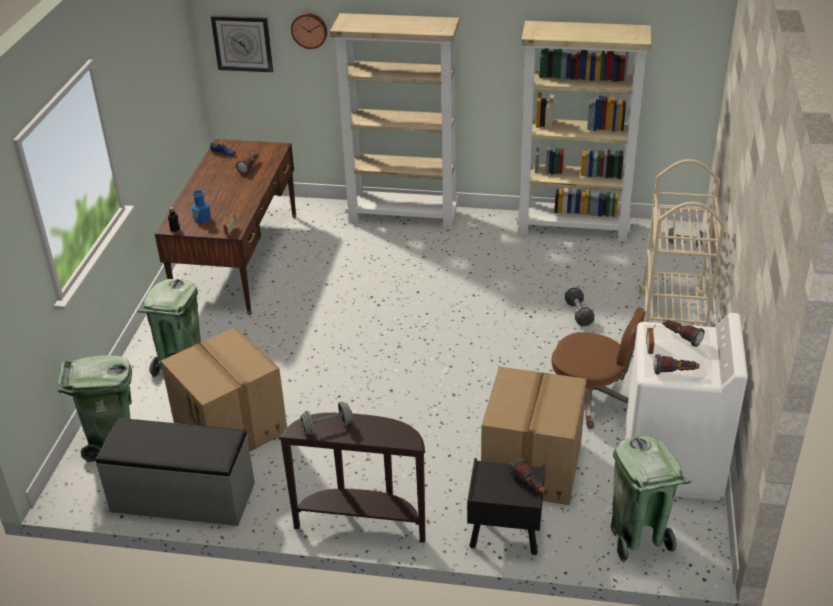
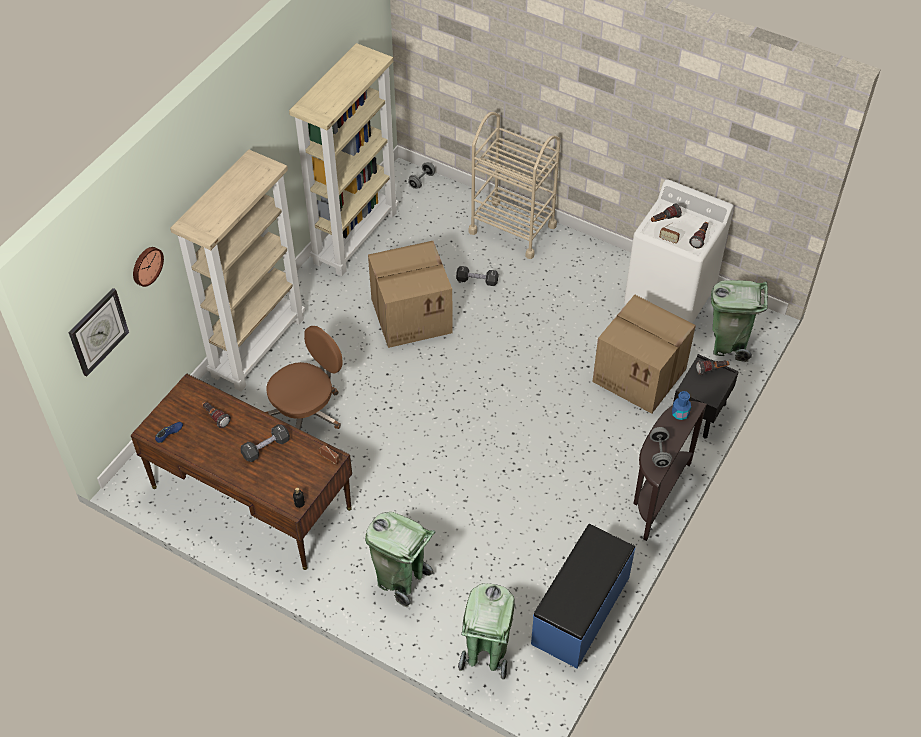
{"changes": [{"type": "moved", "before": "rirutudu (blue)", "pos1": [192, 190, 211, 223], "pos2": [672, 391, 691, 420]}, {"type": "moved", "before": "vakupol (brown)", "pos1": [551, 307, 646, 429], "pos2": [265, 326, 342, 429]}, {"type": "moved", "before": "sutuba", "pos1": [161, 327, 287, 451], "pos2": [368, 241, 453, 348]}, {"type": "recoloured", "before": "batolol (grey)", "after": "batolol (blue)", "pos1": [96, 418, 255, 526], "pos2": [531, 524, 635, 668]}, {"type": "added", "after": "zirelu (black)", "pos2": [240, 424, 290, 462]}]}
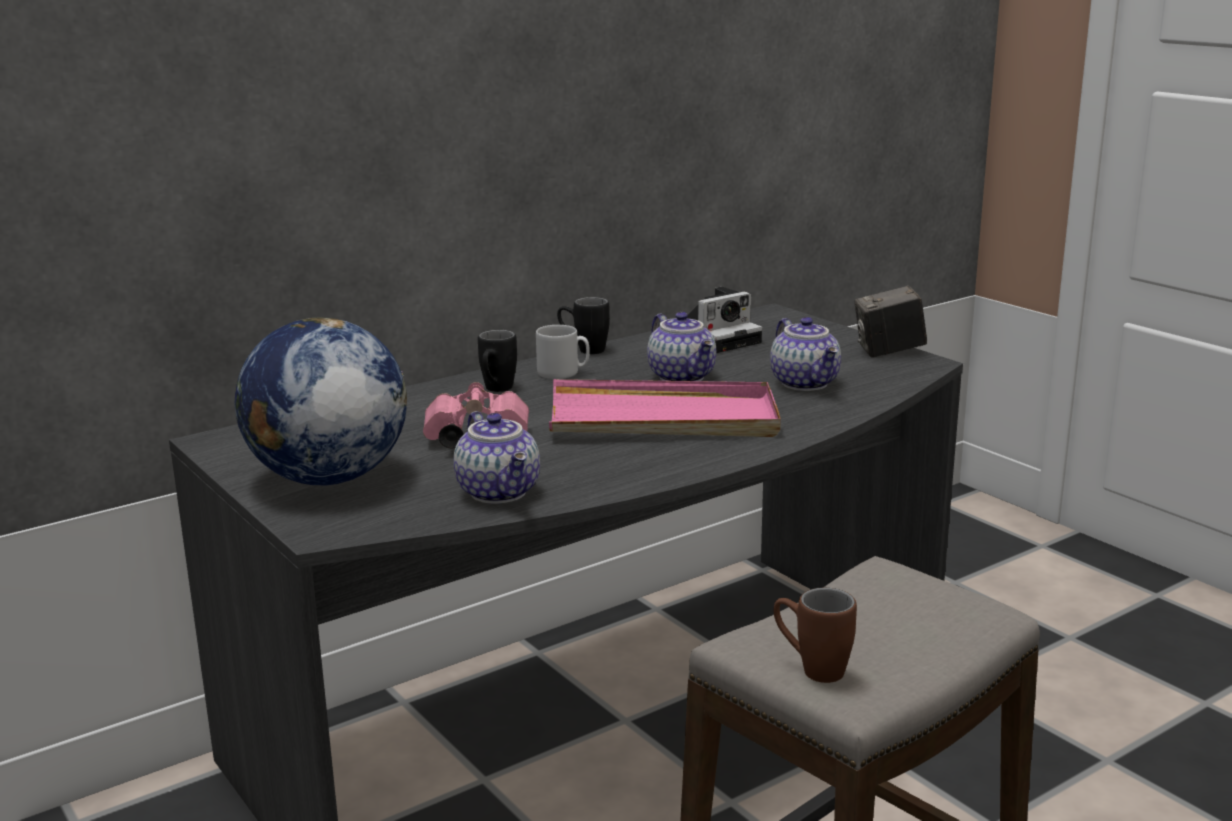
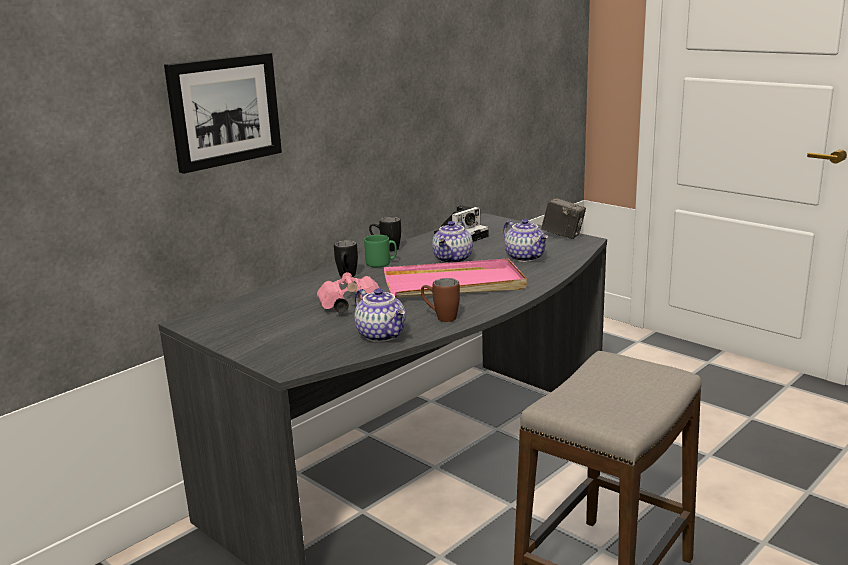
{"changes": [{"type": "turned", "before": "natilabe", "pos1": [854, 285, 927, 358], "pos2": [542, 198, 586, 239], "turn": -135}, {"type": "turned", "before": "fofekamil", "pos1": [647, 312, 716, 381], "pos2": [432, 221, 473, 263], "turn": 60}, {"type": "removed", "before": "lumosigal", "pos1": [235, 317, 407, 485]}, {"type": "recoloured", "before": "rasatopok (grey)", "after": "rasatopok (green)", "pos1": [536, 325, 590, 379], "pos2": [364, 235, 397, 267]}, {"type": "moved", "before": "rasatopok (brown)", "pos1": [774, 588, 857, 683], "pos2": [421, 278, 460, 322]}, {"type": "added", "after": "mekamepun", "pos2": [164, 53, 282, 174]}]}
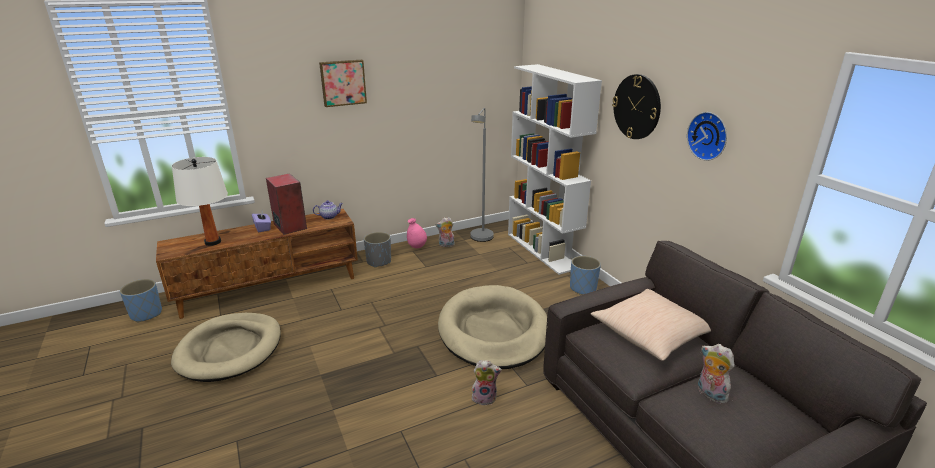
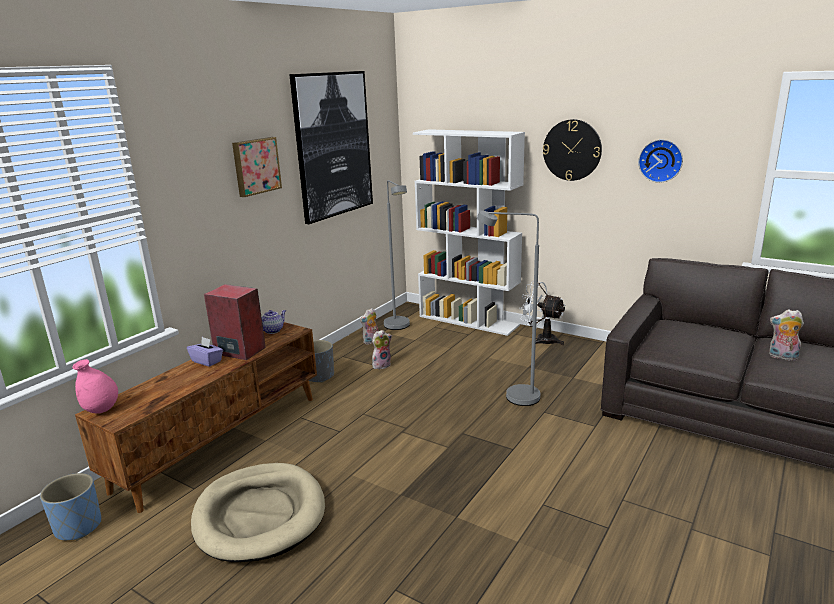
{"changes": [{"type": "removed", "before": "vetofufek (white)", "pos1": [172, 157, 228, 246]}, {"type": "moved", "before": "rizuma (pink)", "pos1": [407, 218, 427, 248], "pos2": [72, 359, 118, 413]}, {"type": "replaced", "before": "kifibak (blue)", "after": "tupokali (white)", "pos1": [570, 256, 601, 295], "pos2": [520, 281, 566, 345]}, {"type": "replaced", "before": "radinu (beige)", "after": "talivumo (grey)", "pos1": [438, 285, 548, 369], "pos2": [477, 210, 540, 406]}, {"type": "removed", "before": "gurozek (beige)", "pos1": [591, 289, 711, 361]}, {"type": "moved", "before": "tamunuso", "pos1": [472, 360, 502, 406], "pos2": [372, 330, 392, 369]}, {"type": "added", "after": "mekamepun", "pos2": [289, 71, 373, 224]}]}
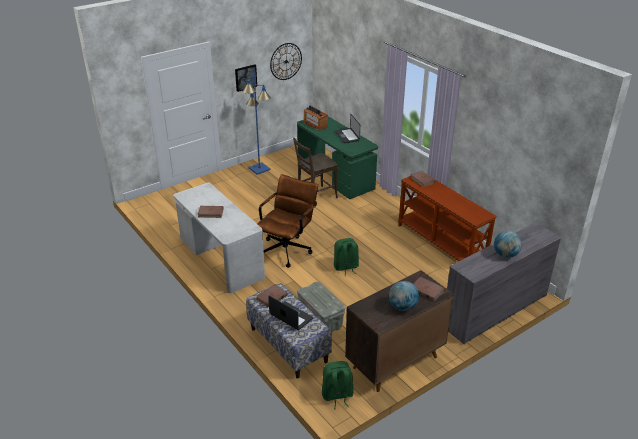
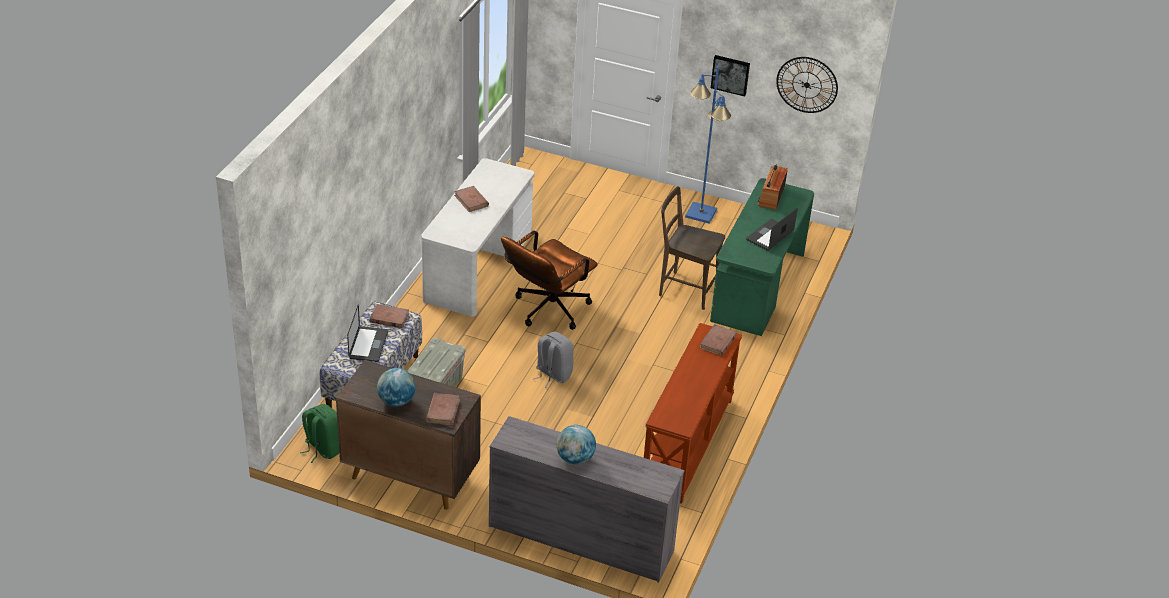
{"changes": [{"type": "turned", "before": "vakupol (brown)", "pos1": [257, 174, 318, 268], "pos2": [501, 231, 598, 330], "turn": 135}, {"type": "recoloured", "before": "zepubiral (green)", "after": "zepubiral (grey)", "pos1": [334, 238, 359, 276], "pos2": [533, 332, 574, 387]}]}
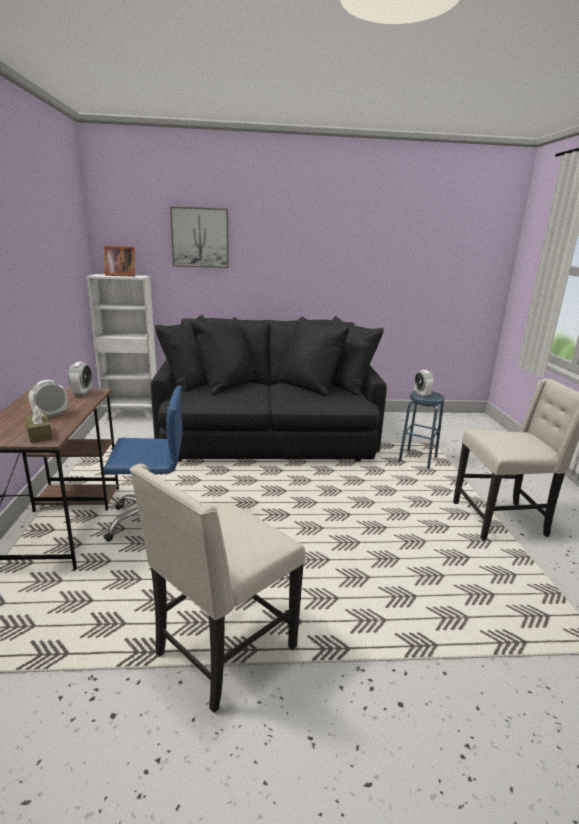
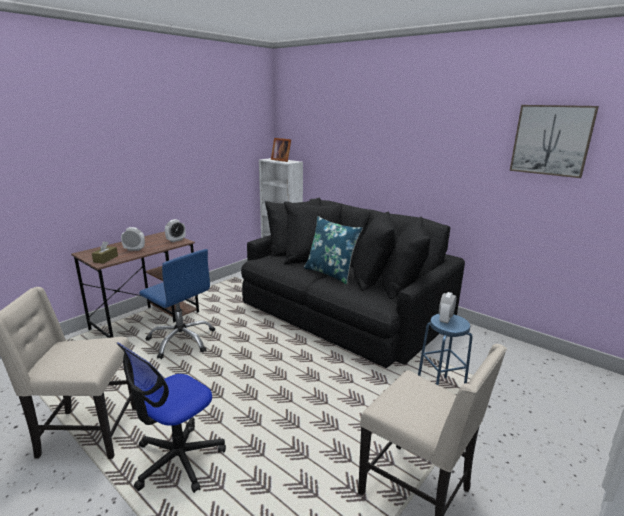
{"changes": [{"type": "moved", "before": "mekamepun", "pos1": [170, 206, 229, 268], "pos2": [510, 105, 599, 178]}, {"type": "added", "after": "gurozek (blue)", "pos2": [304, 216, 363, 284]}, {"type": "added", "after": "vakupol", "pos2": [117, 342, 226, 493]}]}
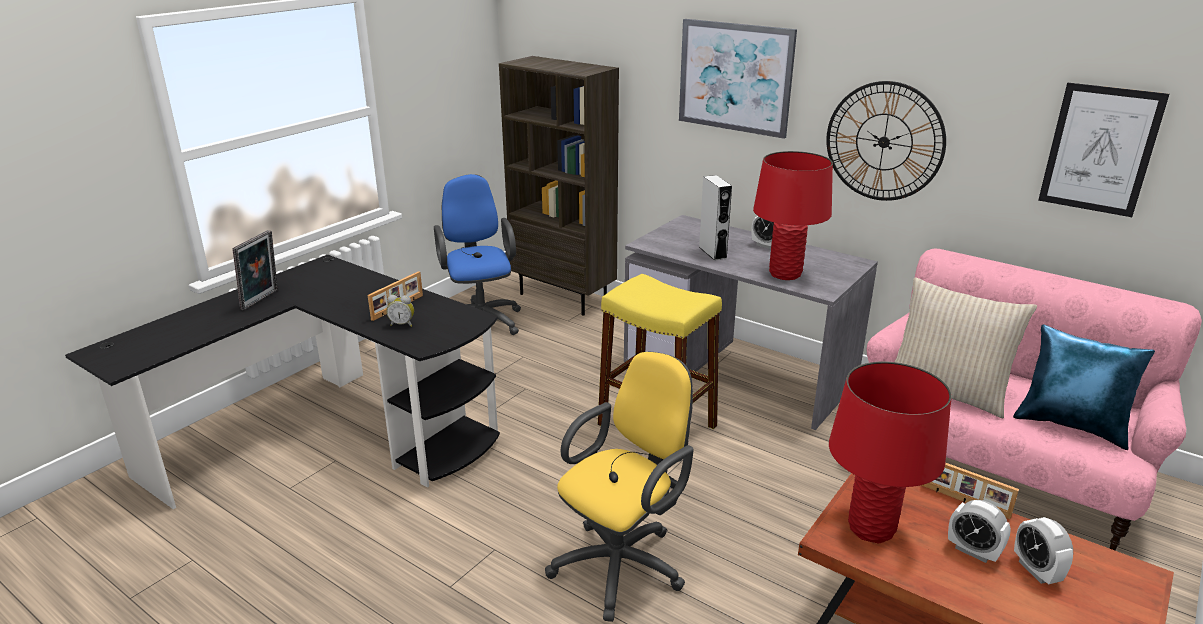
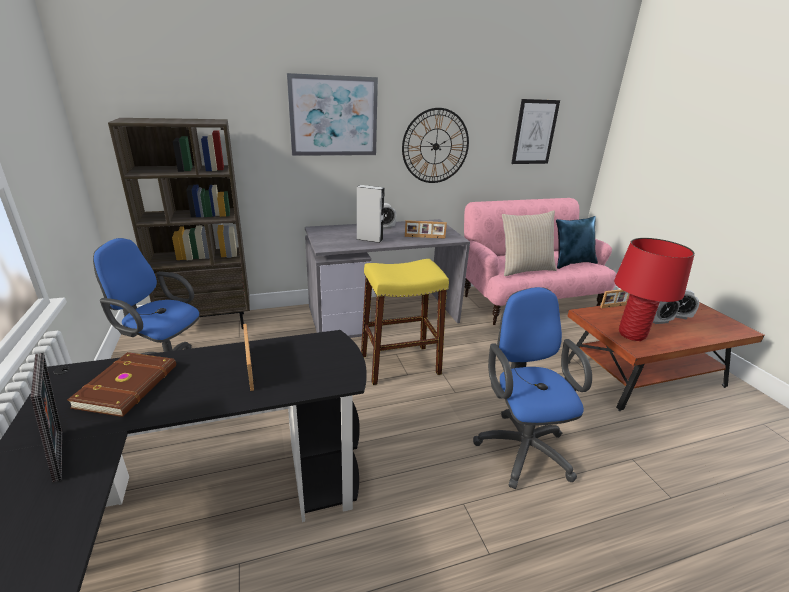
{"changes": [{"type": "replaced", "before": "vetofufek (red)", "after": "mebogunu", "pos1": [753, 151, 833, 280], "pos2": [405, 220, 447, 239]}, {"type": "removed", "before": "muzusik", "pos1": [386, 295, 414, 327]}, {"type": "recoloured", "before": "vakupol (yellow)", "after": "vakupol (blue)", "pos1": [545, 352, 694, 622], "pos2": [473, 287, 592, 489]}, {"type": "added", "after": "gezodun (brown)", "pos2": [67, 352, 176, 417]}]}
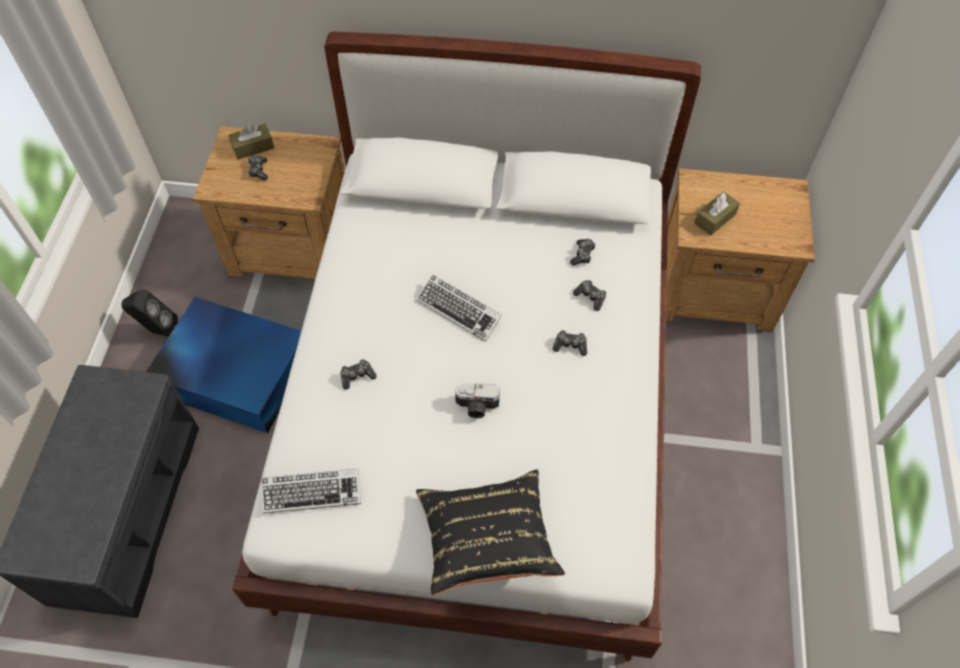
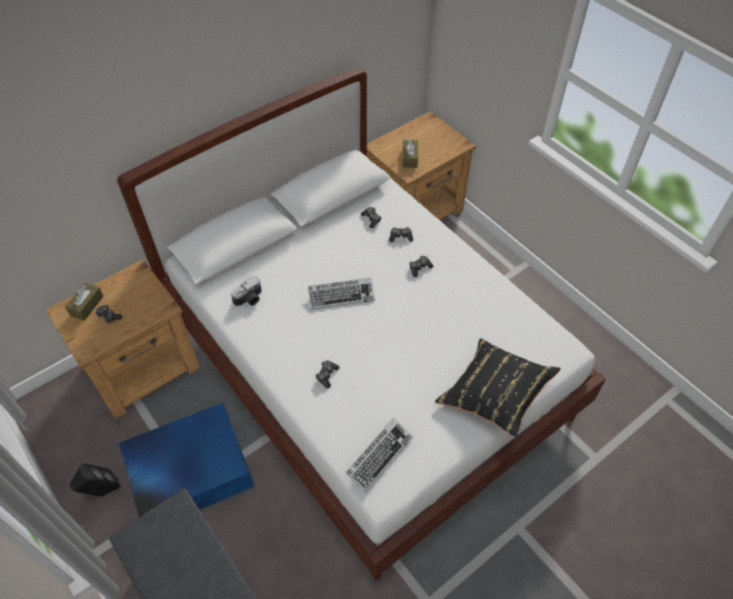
{"changes": [{"type": "moved", "before": "natilabe", "pos1": [455, 383, 500, 418], "pos2": [231, 276, 262, 306]}]}
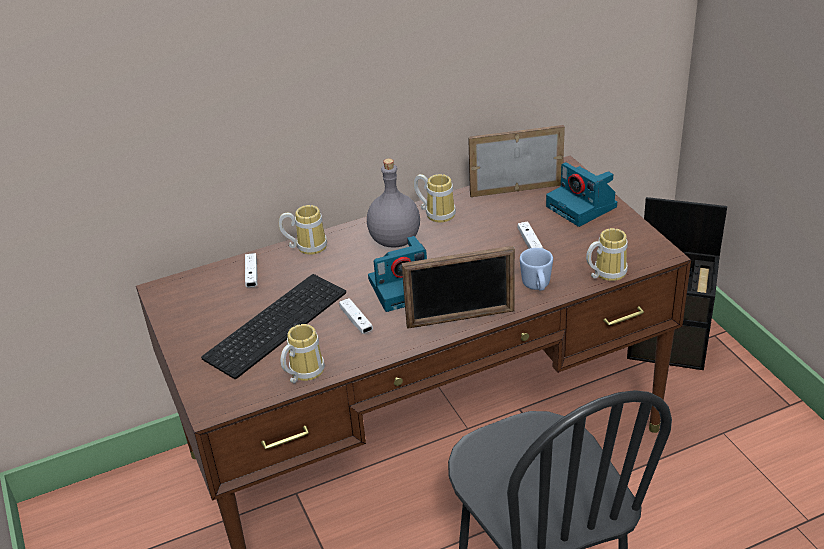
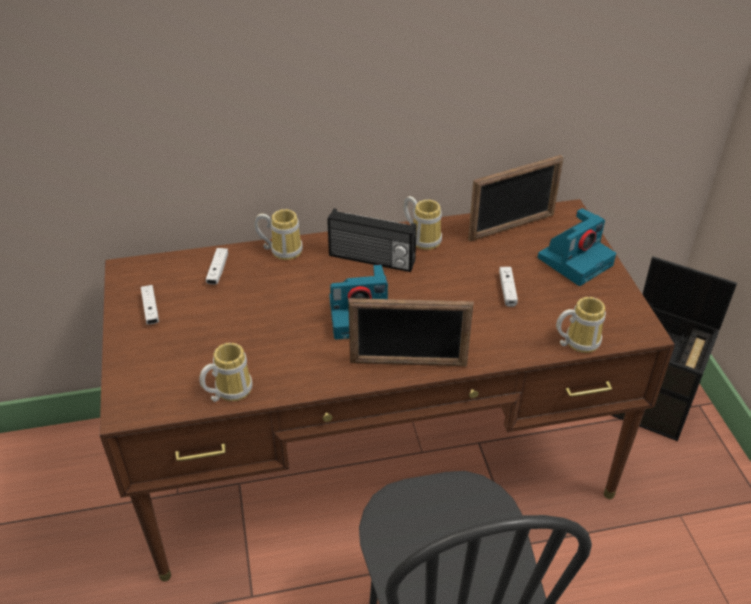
{"changes": [{"type": "turned", "before": "mebogunu", "pos1": [468, 125, 565, 197], "pos2": [468, 155, 564, 242], "turn": 150}, {"type": "replaced", "before": "rirutudu (grey)", "after": "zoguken", "pos1": [367, 159, 420, 248], "pos2": [327, 208, 417, 272]}, {"type": "turned", "before": "natilabe", "pos1": [546, 162, 617, 227], "pos2": [538, 208, 616, 286], "turn": -105}, {"type": "removed", "before": "rasatopok (blue)", "pos1": [520, 248, 553, 291]}, {"type": "removed", "before": "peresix", "pos1": [201, 274, 346, 379]}, {"type": "moved", "before": "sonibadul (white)", "pos1": [339, 298, 373, 334], "pos2": [141, 285, 159, 325]}]}
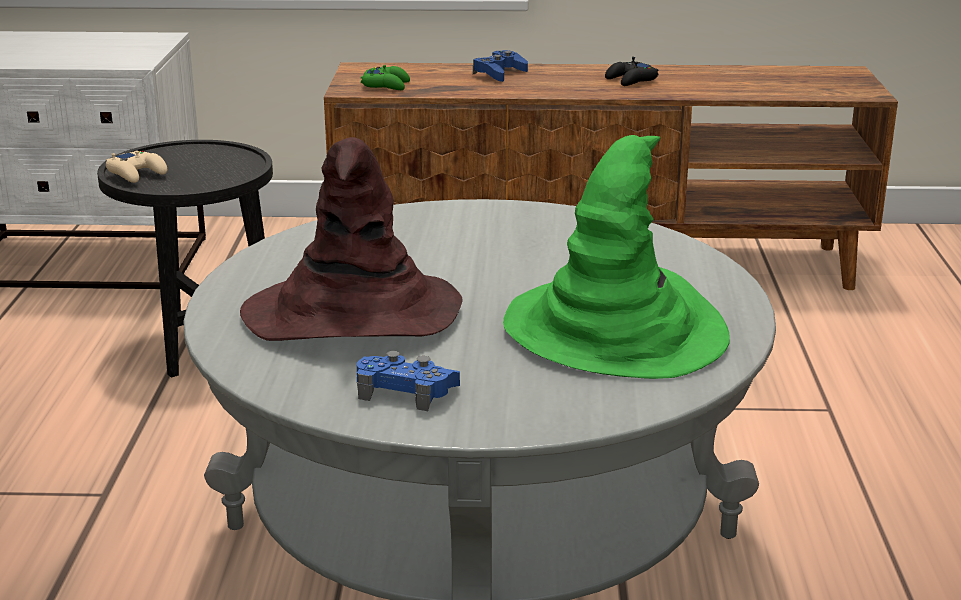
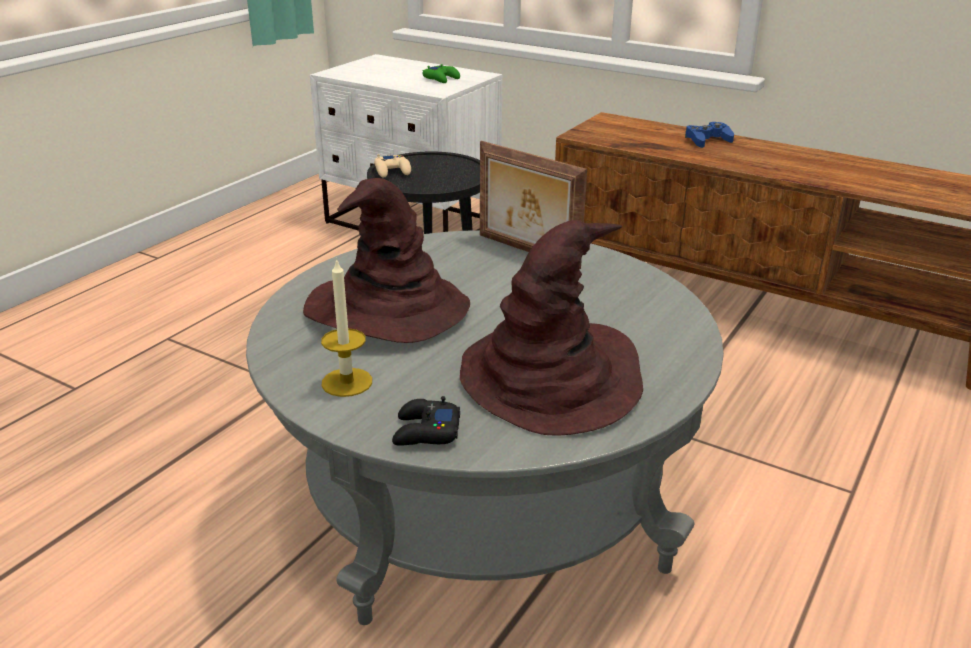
{"changes": [{"type": "moved", "before": "sonibadul (black)", "pos1": [605, 57, 659, 86], "pos2": [392, 396, 460, 446]}, {"type": "moved", "before": "sonibadul (green)", "pos1": [361, 65, 410, 90], "pos2": [422, 64, 460, 83]}, {"type": "recoloured", "before": "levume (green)", "after": "levume (brown)", "pos1": [503, 135, 730, 379], "pos2": [460, 220, 643, 436]}, {"type": "replaced", "before": "sonibadul (blue)", "after": "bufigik", "pos1": [357, 351, 460, 411], "pos2": [321, 258, 372, 397]}, {"type": "added", "after": "mebogunu", "pos2": [480, 141, 587, 270]}]}
